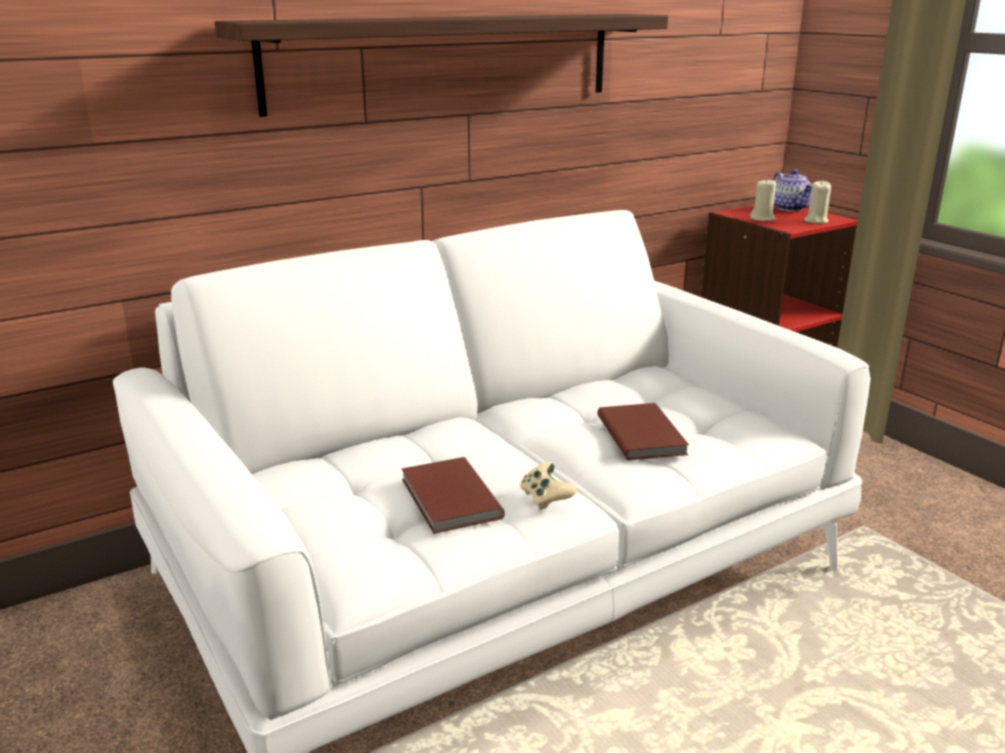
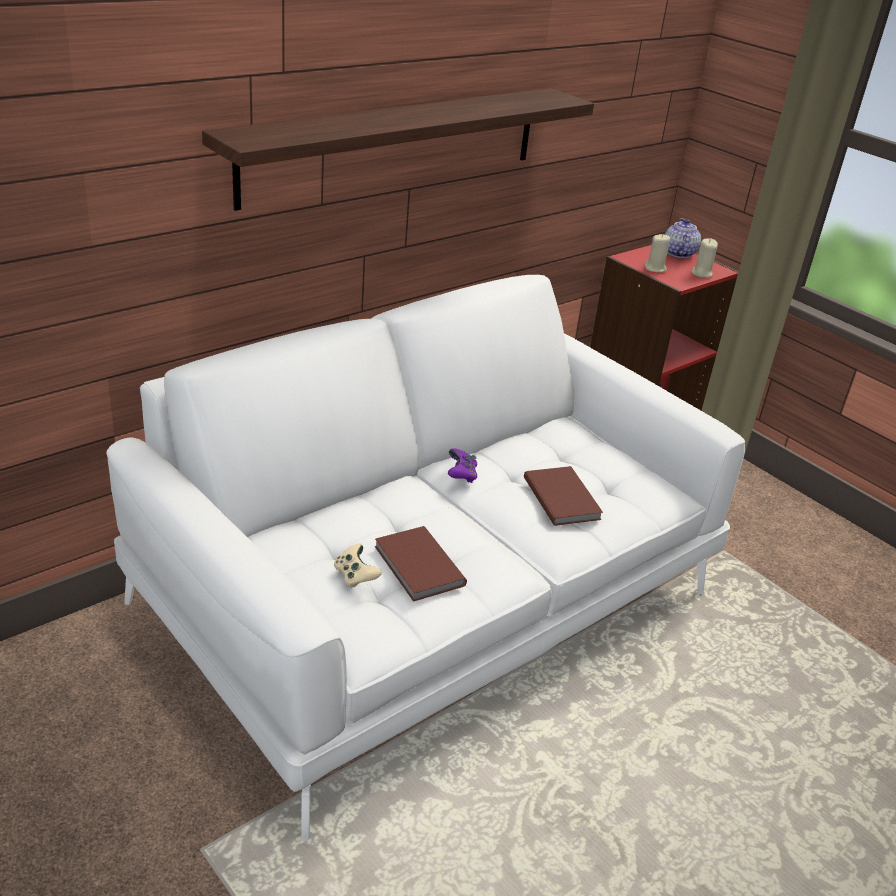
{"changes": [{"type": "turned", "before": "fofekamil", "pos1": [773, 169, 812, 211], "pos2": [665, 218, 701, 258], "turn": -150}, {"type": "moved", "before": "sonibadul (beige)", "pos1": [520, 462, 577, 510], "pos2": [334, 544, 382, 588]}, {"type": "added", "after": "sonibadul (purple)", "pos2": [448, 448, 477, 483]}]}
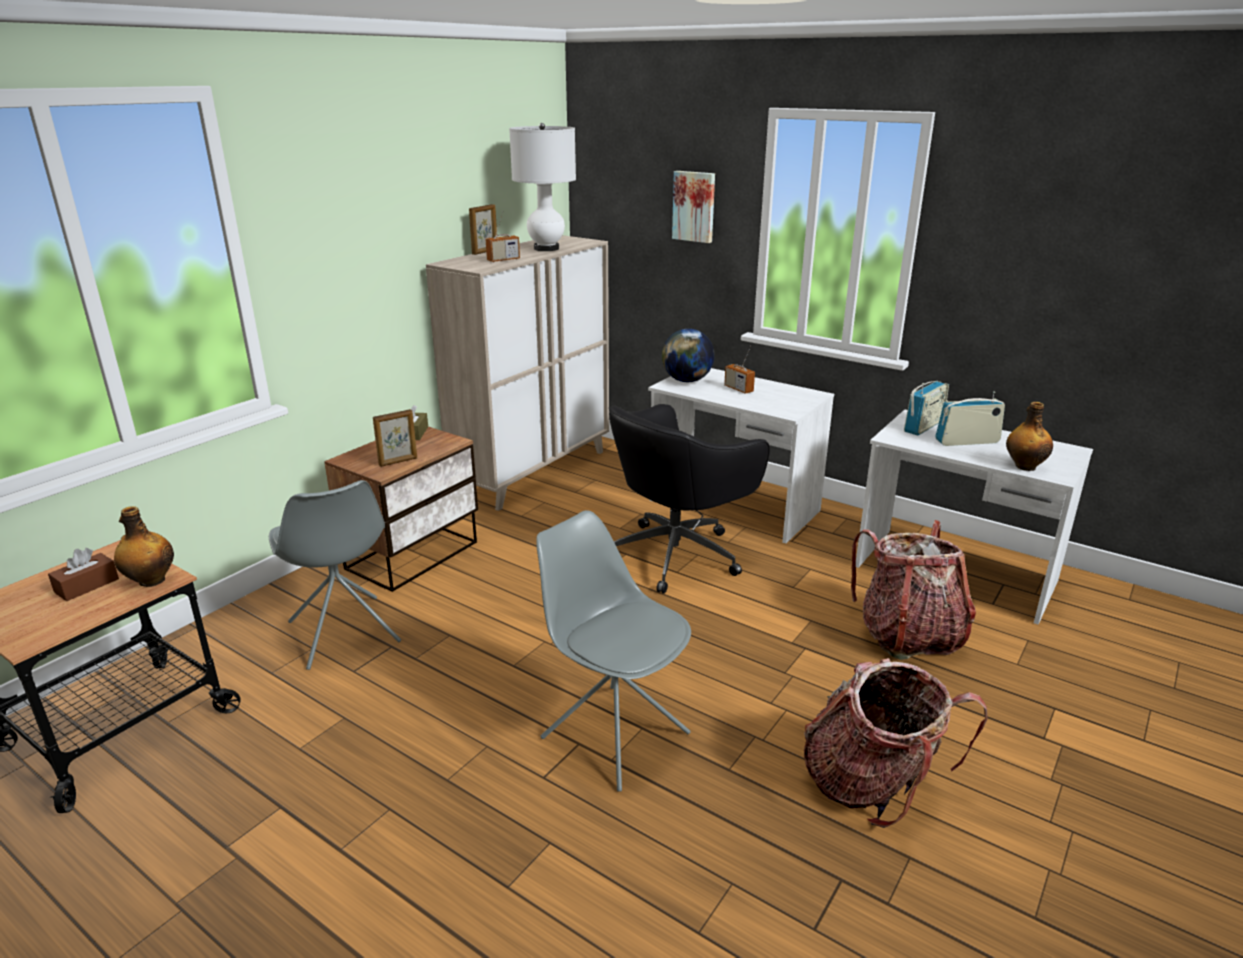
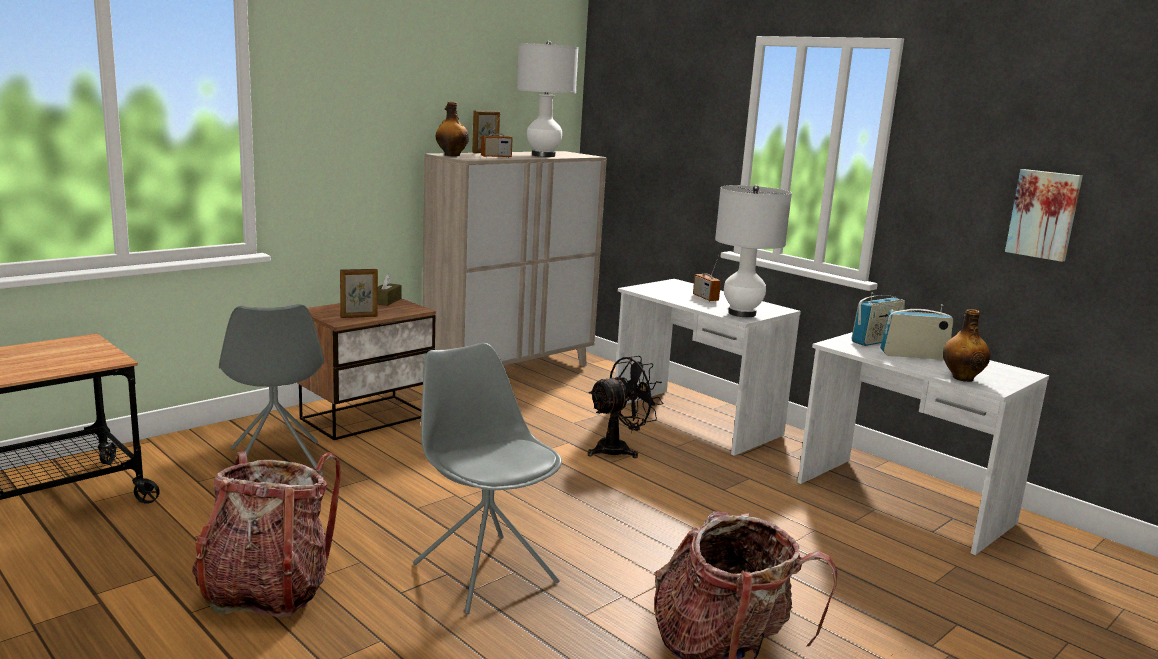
{"changes": [{"type": "moved", "before": "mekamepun", "pos1": [672, 171, 715, 243], "pos2": [1005, 169, 1083, 262]}, {"type": "removed", "before": "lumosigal", "pos1": [662, 329, 715, 382]}, {"type": "replaced", "before": "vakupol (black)", "after": "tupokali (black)", "pos1": [609, 404, 770, 594], "pos2": [588, 356, 663, 458]}, {"type": "moved", "before": "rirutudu", "pos1": [114, 506, 174, 587], "pos2": [435, 102, 469, 156]}, {"type": "moved", "before": "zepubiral", "pos1": [851, 520, 976, 660], "pos2": [192, 451, 341, 618]}, {"type": "removed", "before": "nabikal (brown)", "pos1": [48, 548, 119, 601]}, {"type": "added", "after": "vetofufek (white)", "pos2": [715, 185, 792, 317]}]}
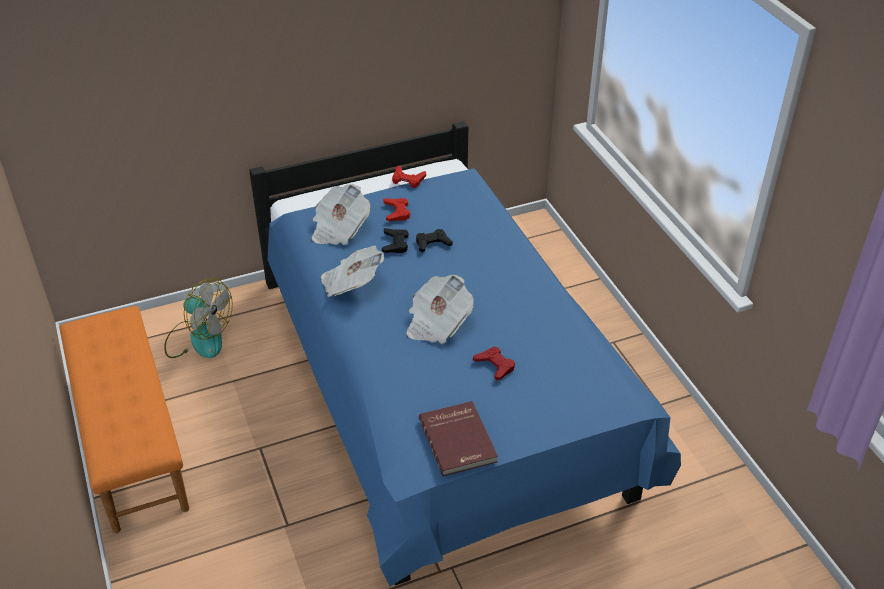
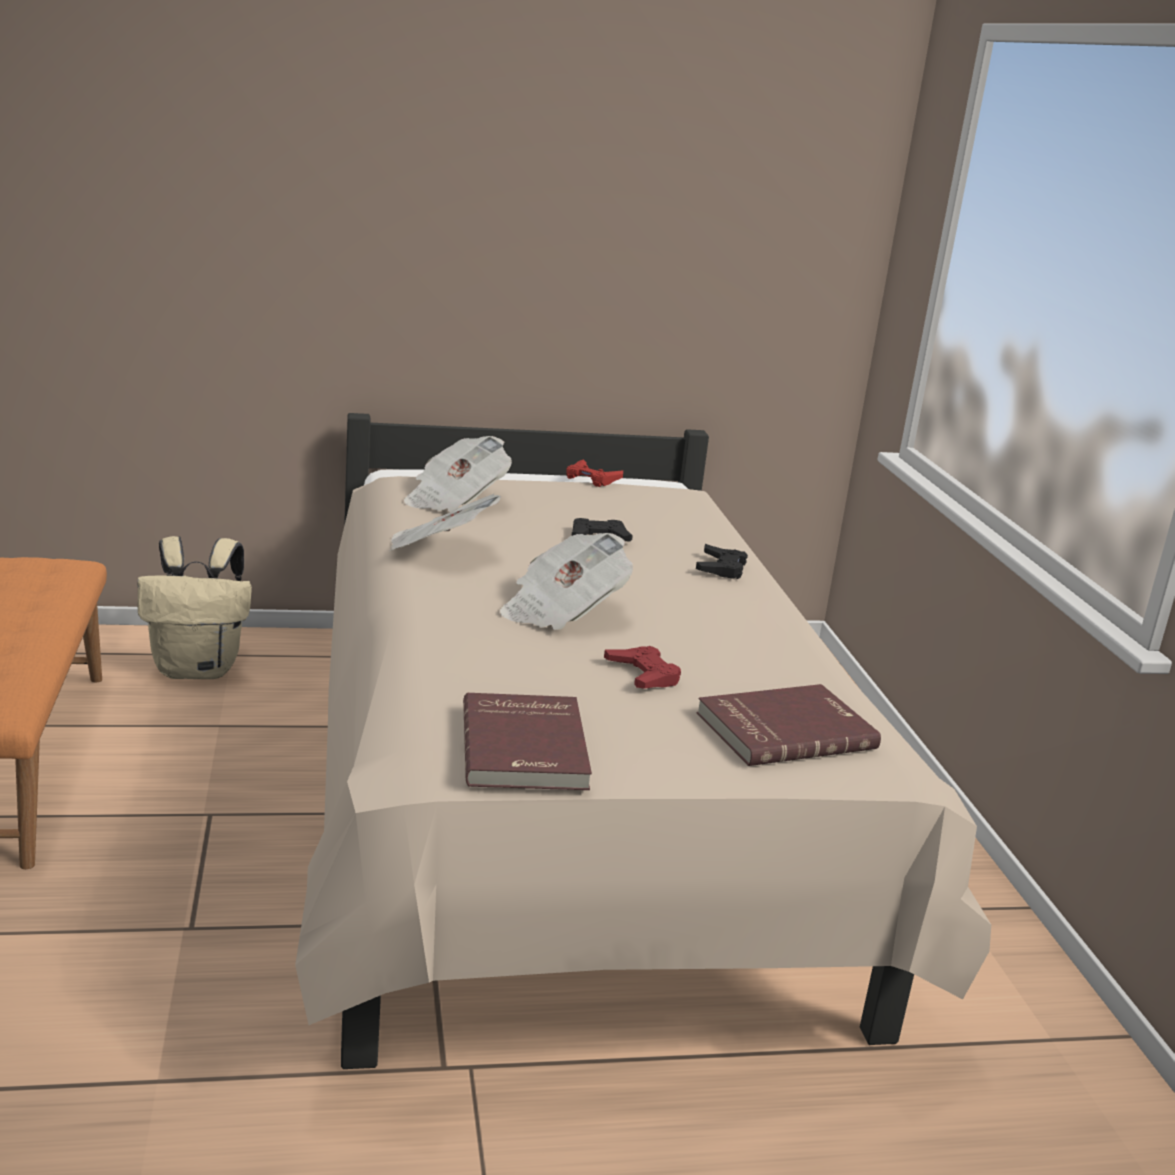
{"changes": [{"type": "recoloured", "before": "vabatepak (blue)", "after": "vabatepak (beige)", "pos1": [249, 121, 681, 586], "pos2": [295, 413, 991, 1069]}, {"type": "removed", "before": "sonibadul (red)", "pos1": [384, 198, 410, 221]}, {"type": "moved", "before": "sonibadul (black)", "pos1": [382, 228, 409, 253], "pos2": [696, 544, 748, 579]}, {"type": "replaced", "before": "tupokali", "after": "zepubiral (beige)", "pos1": [164, 278, 233, 358], "pos2": [137, 536, 252, 679]}, {"type": "added", "after": "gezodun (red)", "pos2": [696, 684, 881, 766]}]}
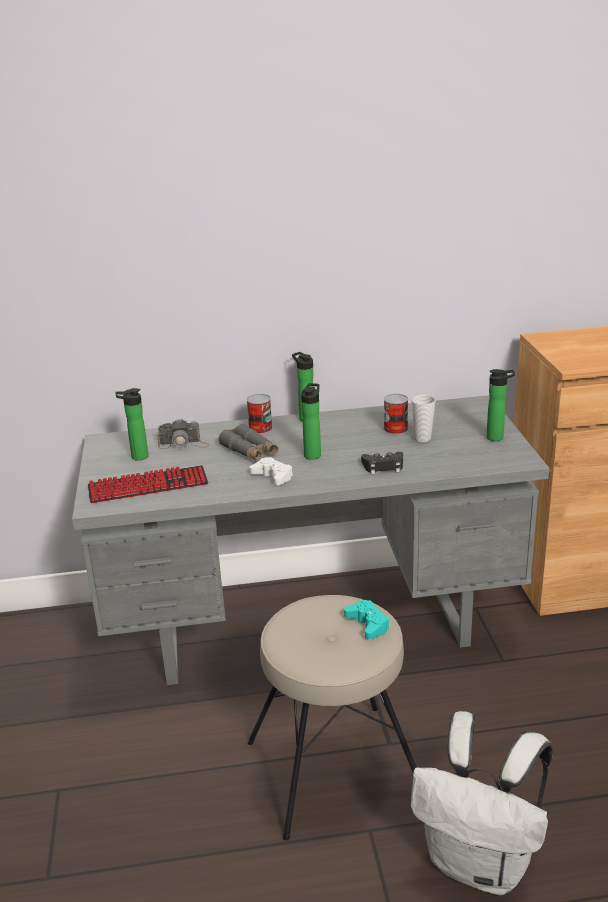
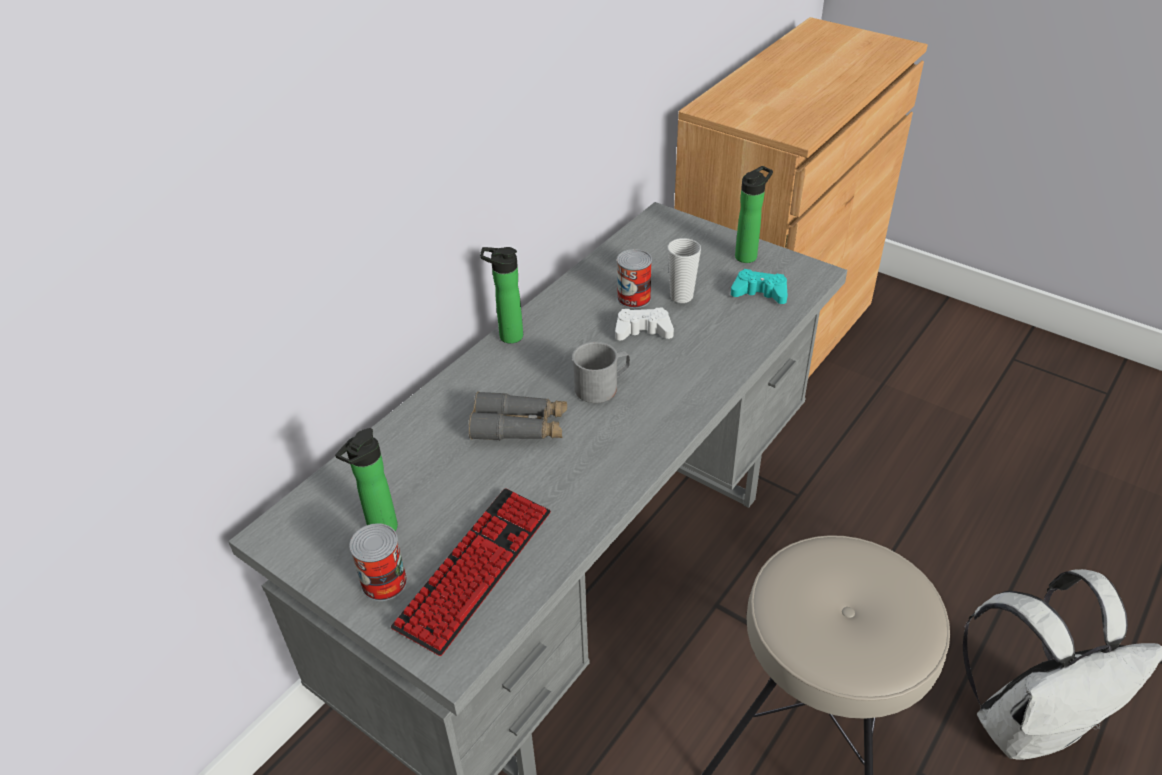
{"changes": [{"type": "replaced", "before": "rirutudu", "after": "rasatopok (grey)", "pos1": [301, 383, 321, 460], "pos2": [572, 341, 630, 403]}, {"type": "moved", "before": "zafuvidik", "pos1": [246, 394, 272, 434], "pos2": [349, 523, 407, 601]}, {"type": "removed", "before": "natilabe", "pos1": [158, 418, 210, 449]}, {"type": "removed", "before": "sonibadul (black)", "pos1": [361, 452, 403, 474]}, {"type": "moved", "before": "sonibadul (white)", "pos1": [250, 457, 293, 485], "pos2": [615, 308, 674, 340]}, {"type": "moved", "before": "sonibadul (turquoise)", "pos1": [344, 600, 390, 639], "pos2": [731, 269, 787, 304]}]}
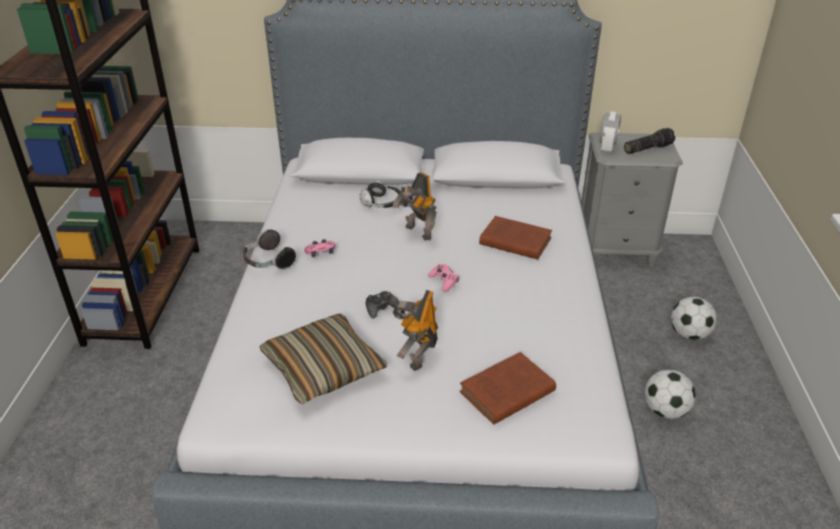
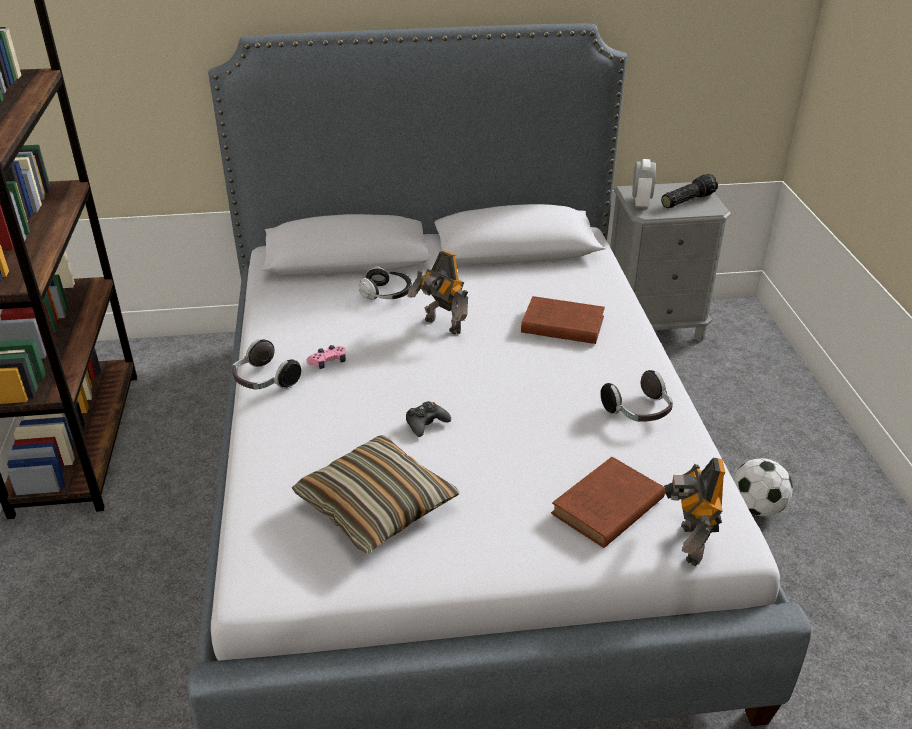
{"changes": [{"type": "removed", "before": "sonibadul (pink)", "pos1": [428, 264, 459, 292]}, {"type": "moved", "before": "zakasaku", "pos1": [393, 290, 438, 371], "pos2": [664, 458, 725, 566]}, {"type": "removed", "before": "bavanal", "pos1": [671, 297, 717, 340]}, {"type": "added", "after": "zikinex", "pos2": [601, 370, 673, 422]}]}
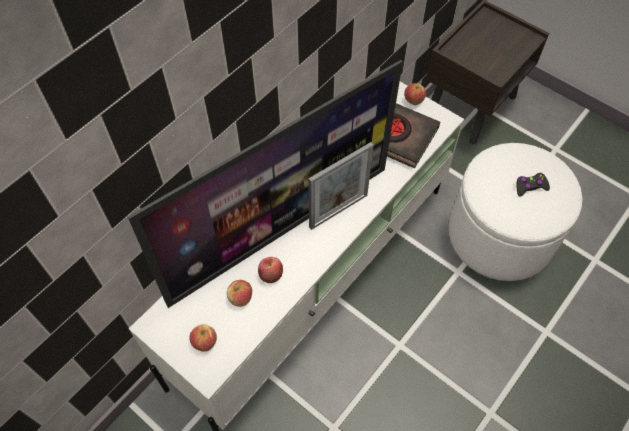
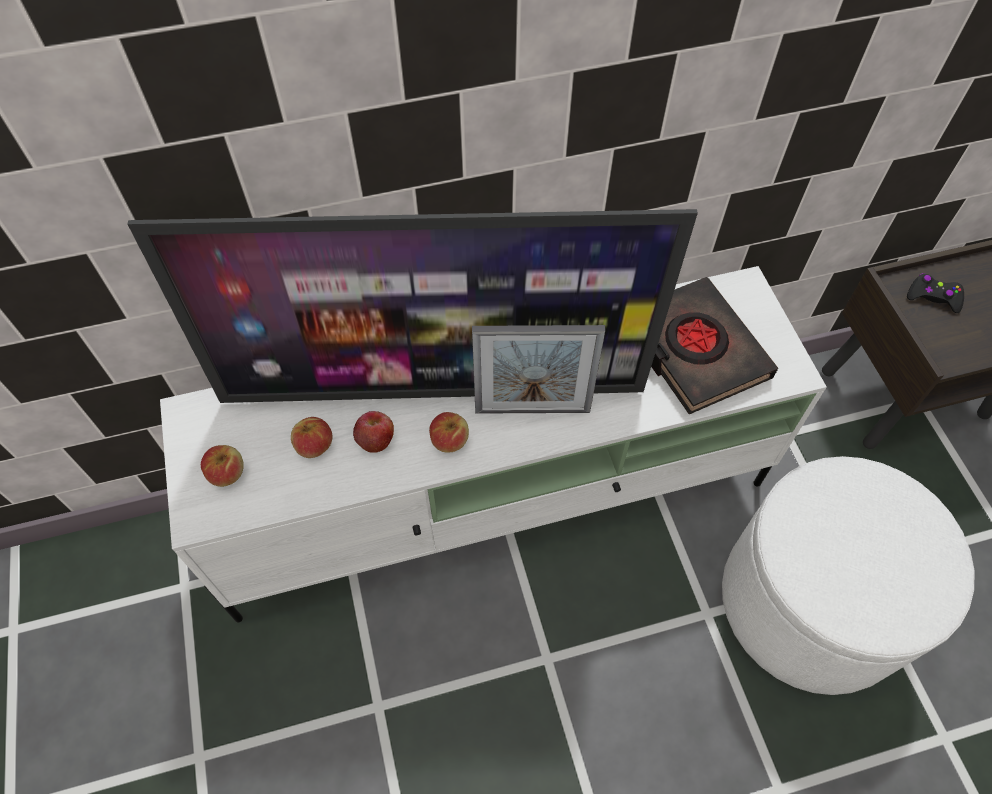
{"changes": [{"type": "moved", "before": "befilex", "pos1": [404, 83, 426, 105], "pos2": [429, 412, 469, 453]}, {"type": "moved", "before": "sonibadul (black)", "pos1": [516, 173, 550, 197], "pos2": [907, 273, 964, 313]}]}
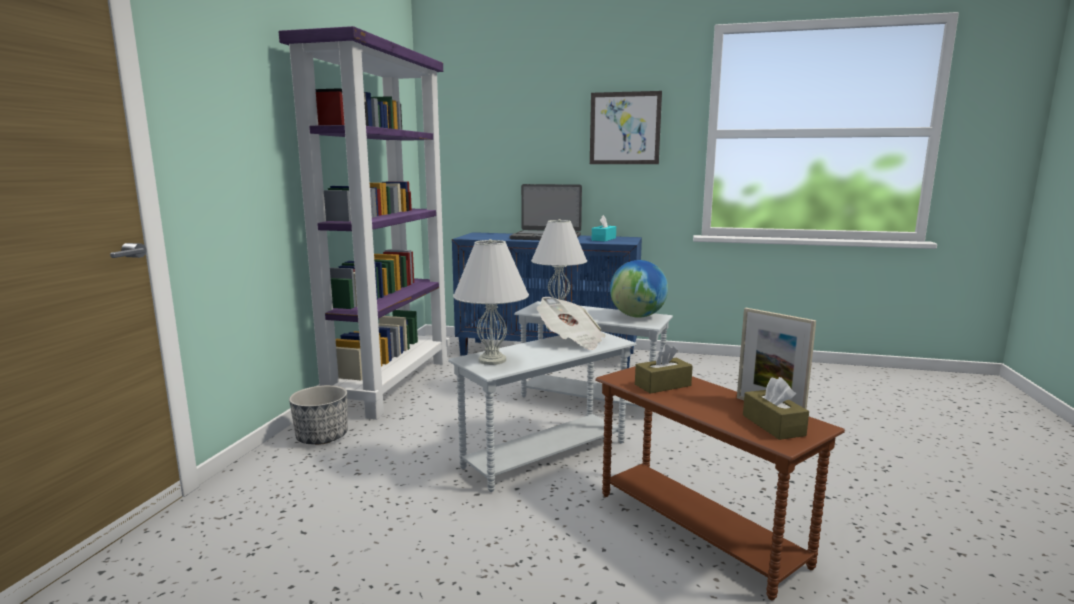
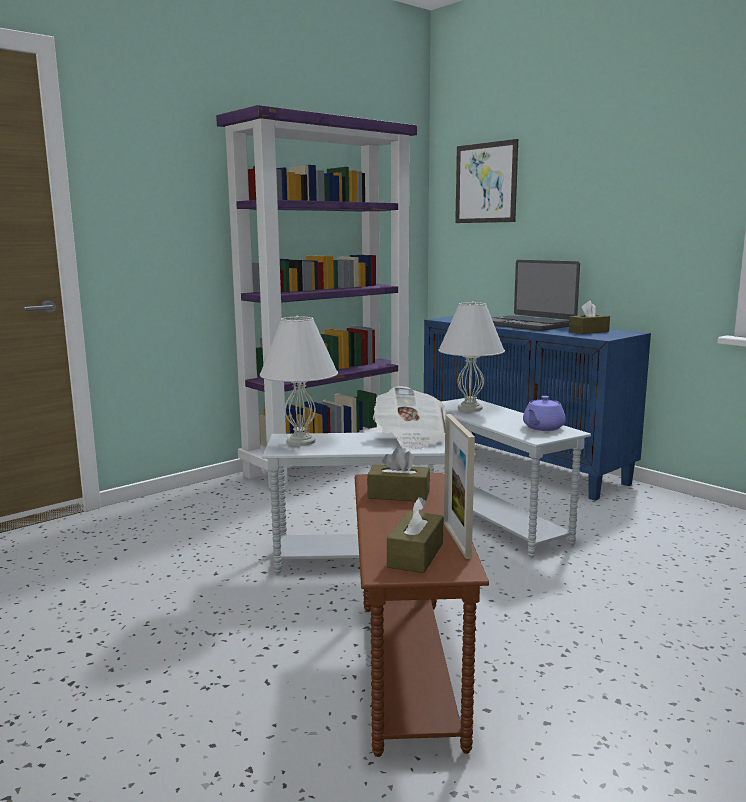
{"changes": [{"type": "moved", "before": "mekamepun", "pos1": [590, 91, 662, 164], "pos2": [455, 139, 518, 223]}, {"type": "recoloured", "before": "nabikal (turquoise)", "after": "nabikal (brown)", "pos1": [592, 215, 616, 241], "pos2": [569, 301, 610, 334]}, {"type": "replaced", "before": "lumosigal", "after": "fofekamil (purple)", "pos1": [610, 260, 668, 318], "pos2": [523, 396, 566, 431]}, {"type": "removed", "before": "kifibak", "pos1": [289, 385, 348, 445]}]}
